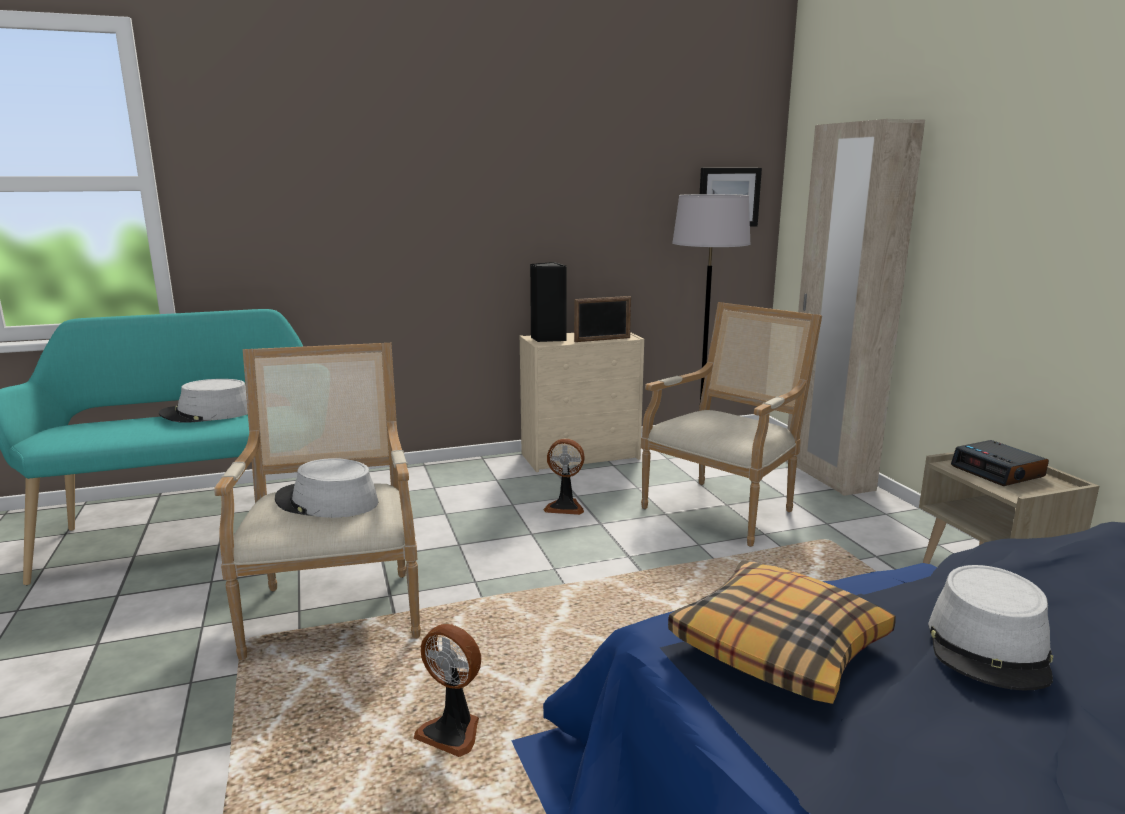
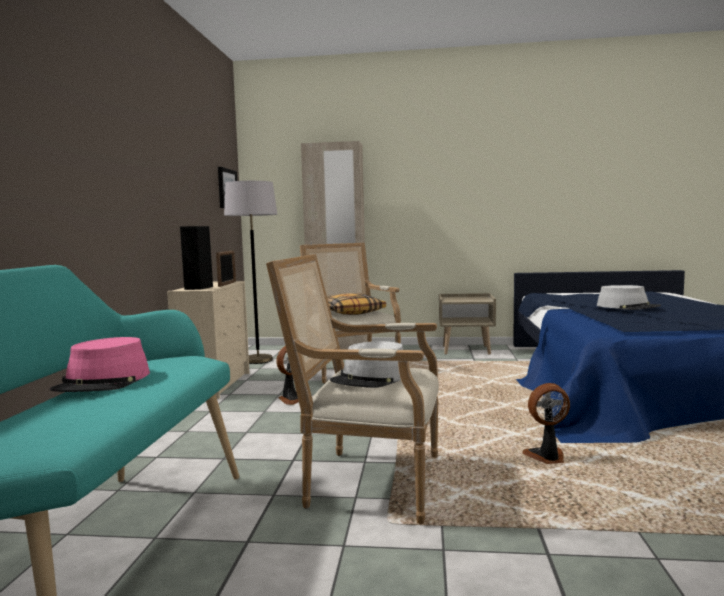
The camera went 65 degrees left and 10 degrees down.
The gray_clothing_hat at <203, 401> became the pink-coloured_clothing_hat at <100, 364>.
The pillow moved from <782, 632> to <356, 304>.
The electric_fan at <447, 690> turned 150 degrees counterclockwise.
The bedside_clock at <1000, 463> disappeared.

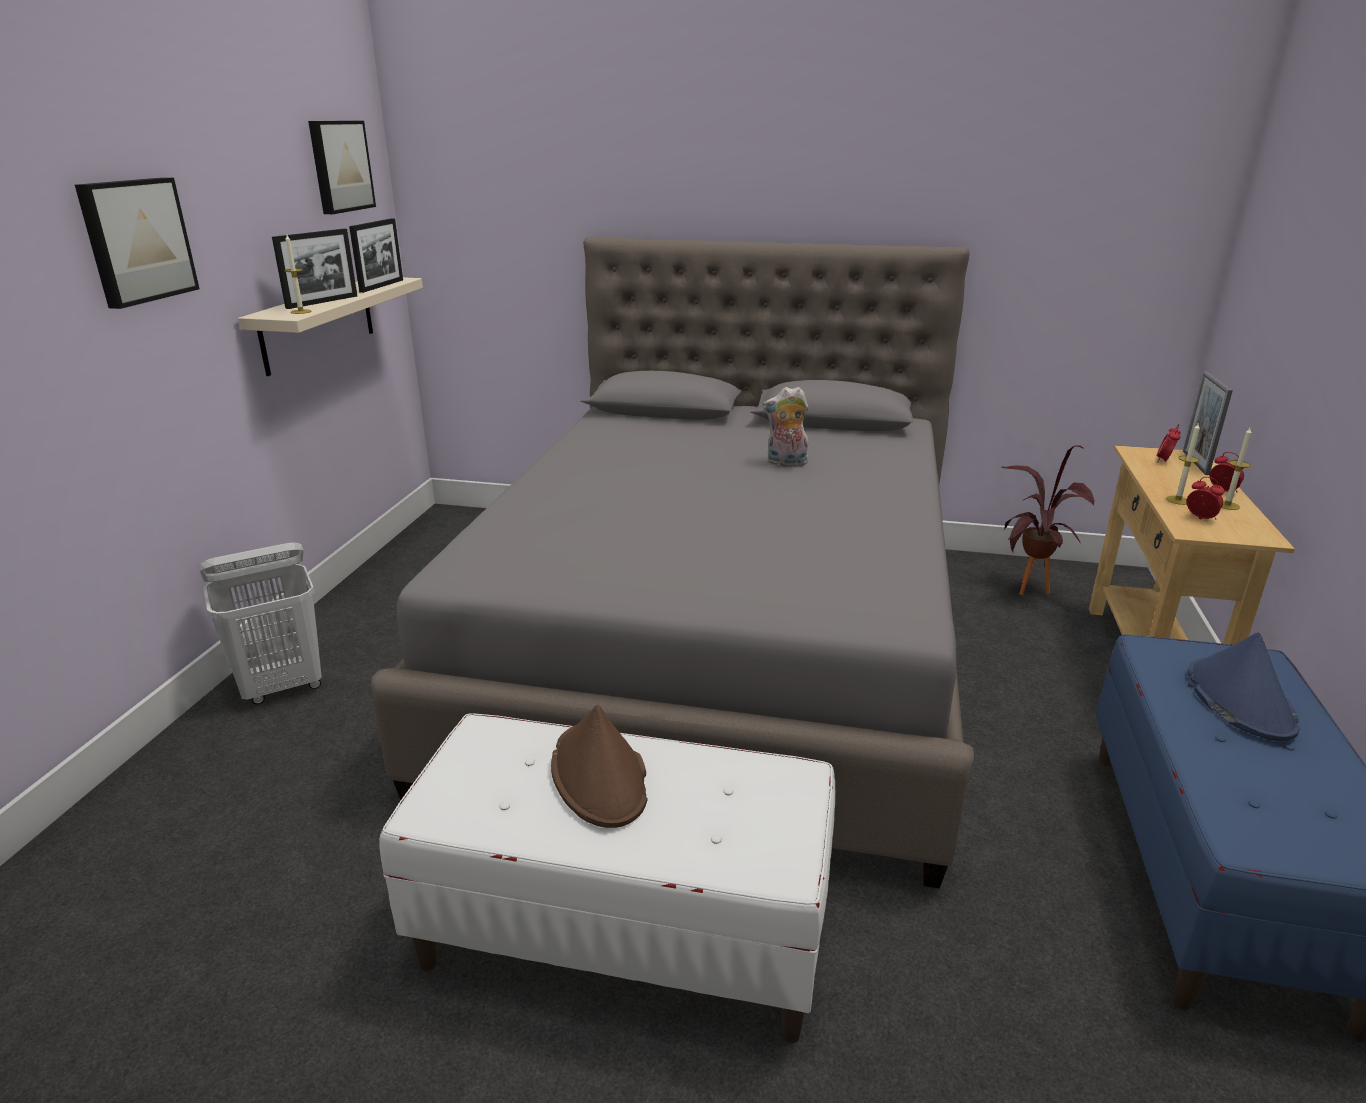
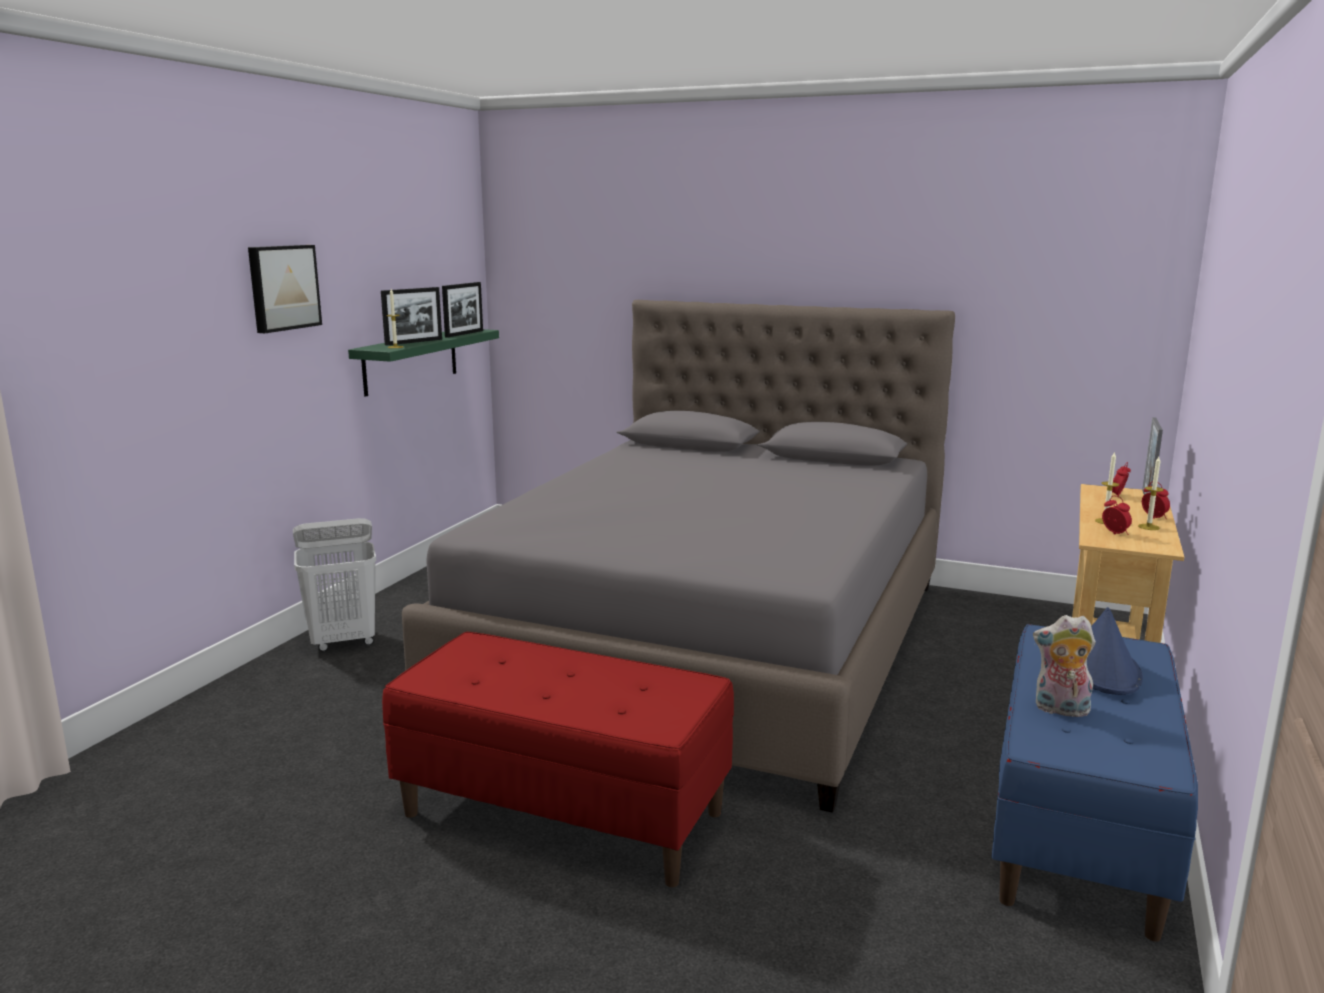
The camera went 10 degrees right and 10 degrees down.
The beige-coloured_bracket_shelf at <330, 326> became the green_bracket_shelf at <423, 363>.
The whitish_long_seat at <607, 878> became the reddish_long_seat at <558, 759>.
The soft_toy moved from <786, 427> to <1064, 666>.
The wall_art at <342, 167> disappeared.
The brown-coloured_clothing_hat at <599, 766> disappeared.
The plant_in_a_pot at <1048, 520> disappeared.

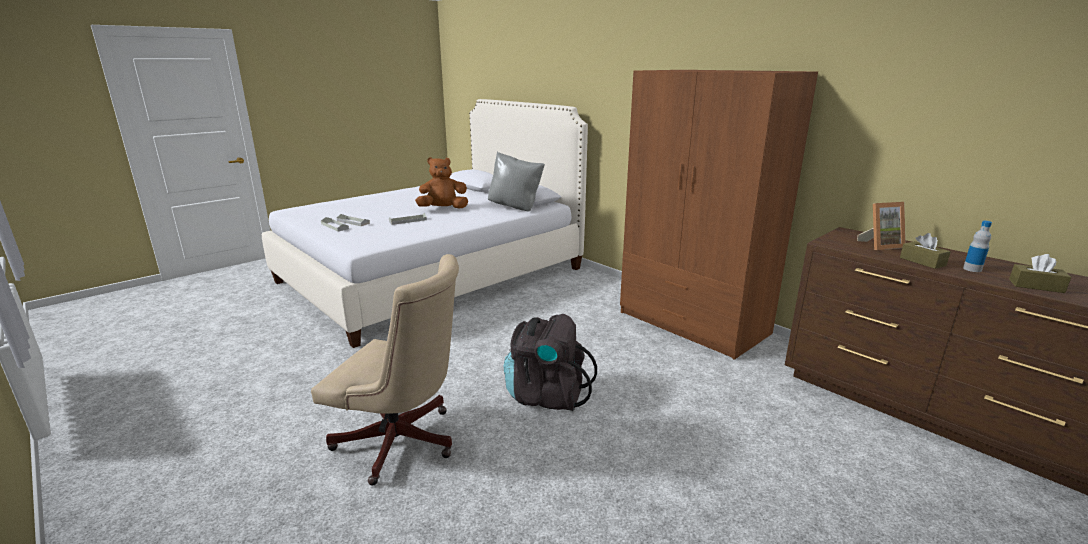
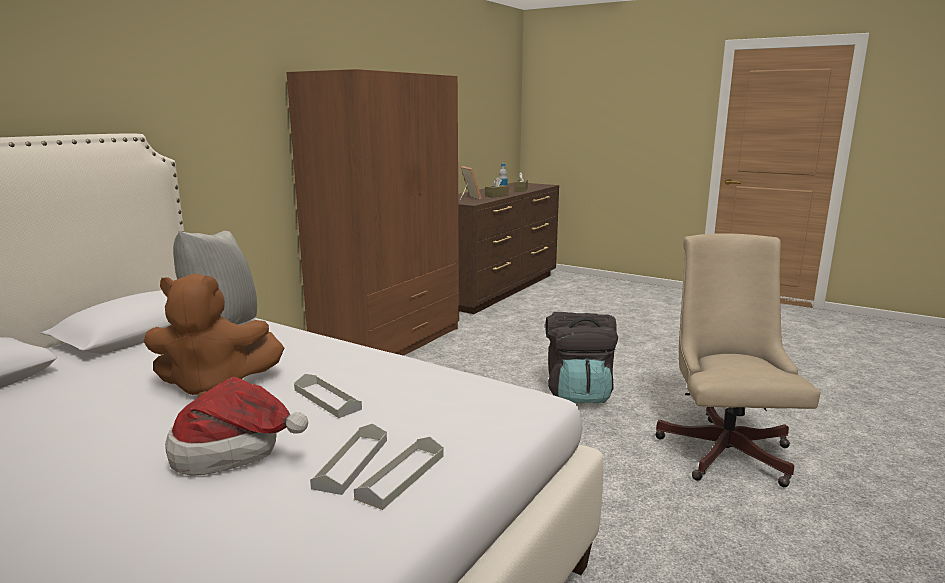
The camera went 105 degrees left and 5 degrees down.
The brown-coloured_soft_toy at <441, 183> turned 60 degrees counterclockwise.
The clothing_hat at <236, 426> appeared.

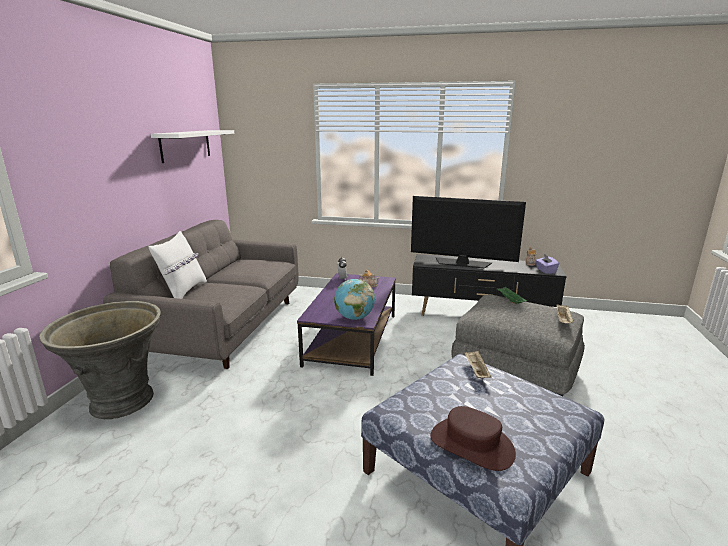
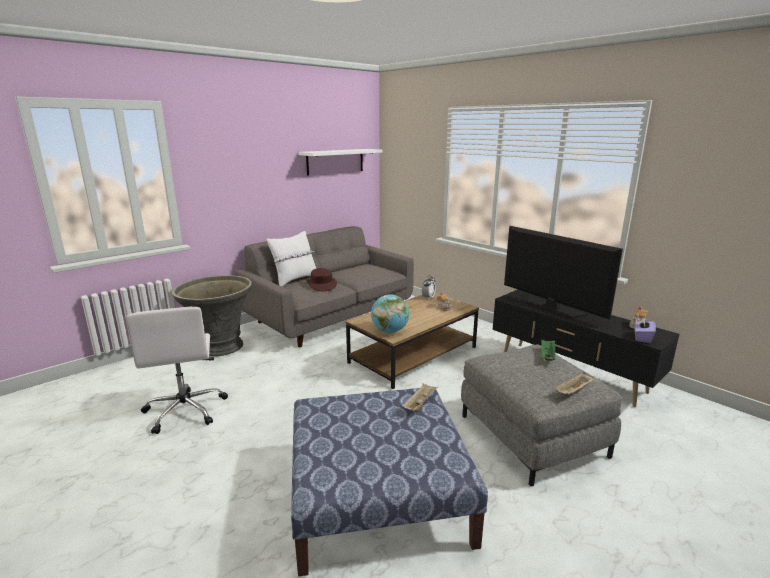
The camera went 35 degrees right and 0 degrees up.
The whitish_office_chair at <176, 370> appeared.
The brown-coloured_clothing_hat moved from <473, 438> to <322, 279>.
The purple_lounge_table at <346, 324> became the brown-coloured_lounge_table at <412, 341>.

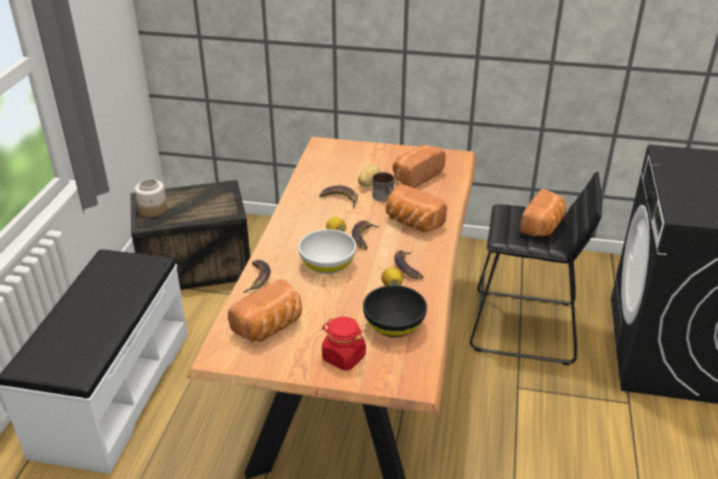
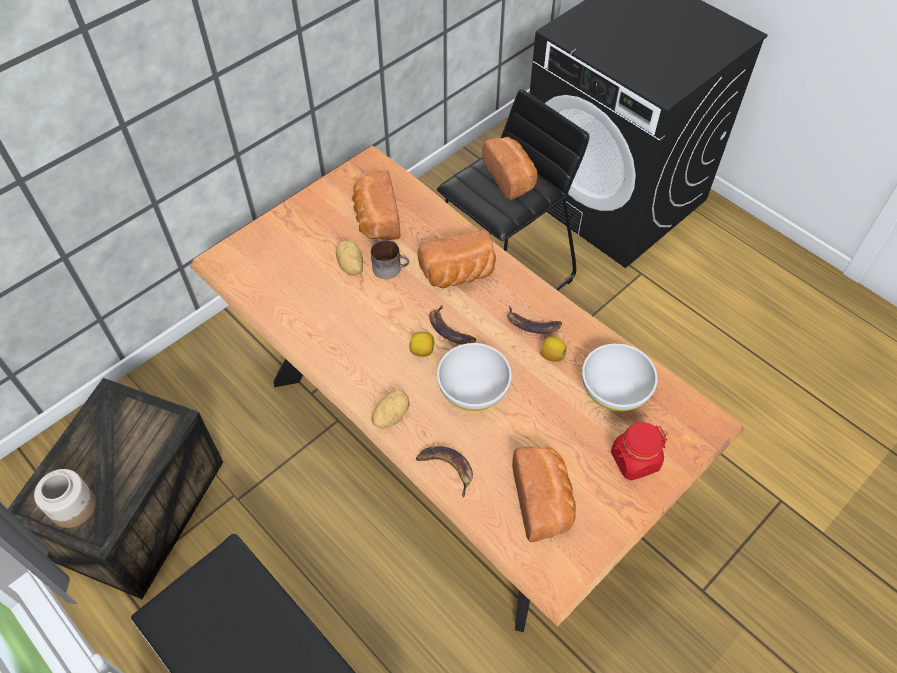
The camera went 55 degrees left and 20 degrees up.
The whole_potato at <390, 409> appeared.
The blackish_serving_bowl at <395, 311> became the whitish_serving_bowl at <620, 378>.
The whole_banana at <338, 197> disappeared.

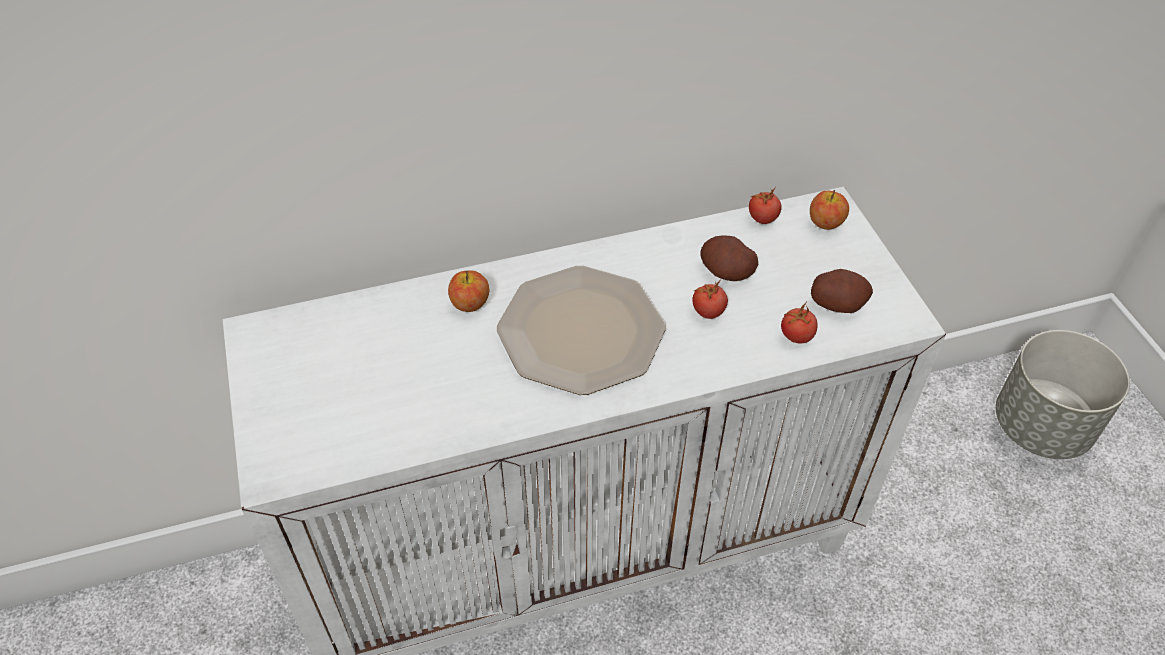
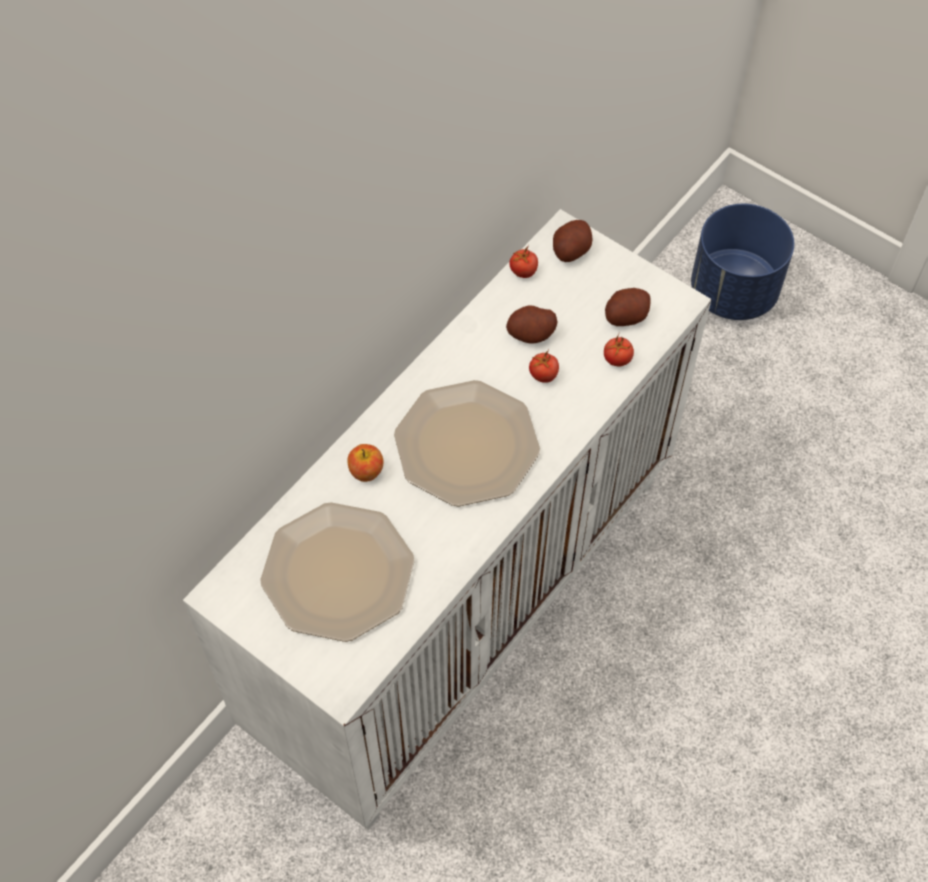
The camera went 35 degrees left and 10 degrees up.
The dinner_plate at <337, 572> appeared.
The whole_apple at <829, 210> was replaced by the whole_potato at <573, 241>.
The gray_plant_pot at <1063, 394> became the blue-coloured_plant_pot at <742, 262>.

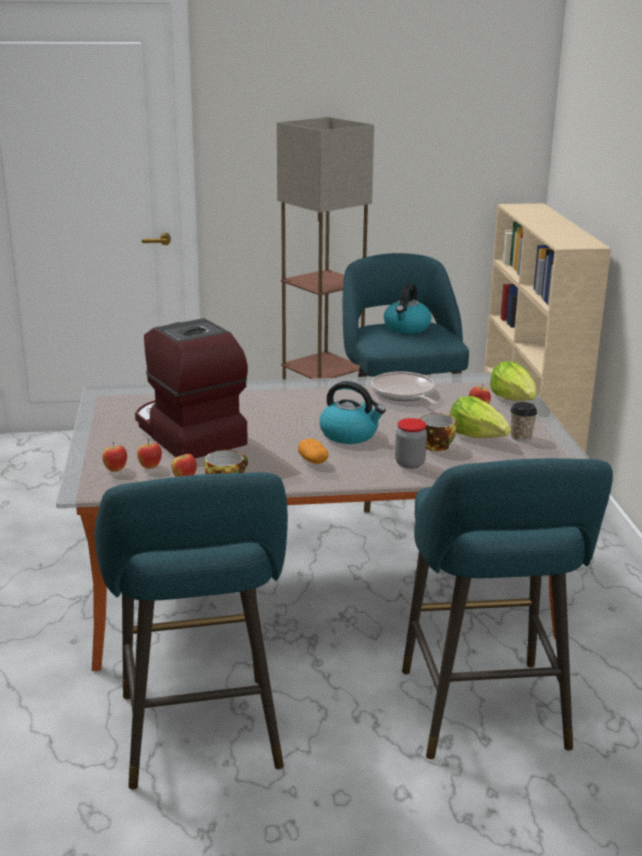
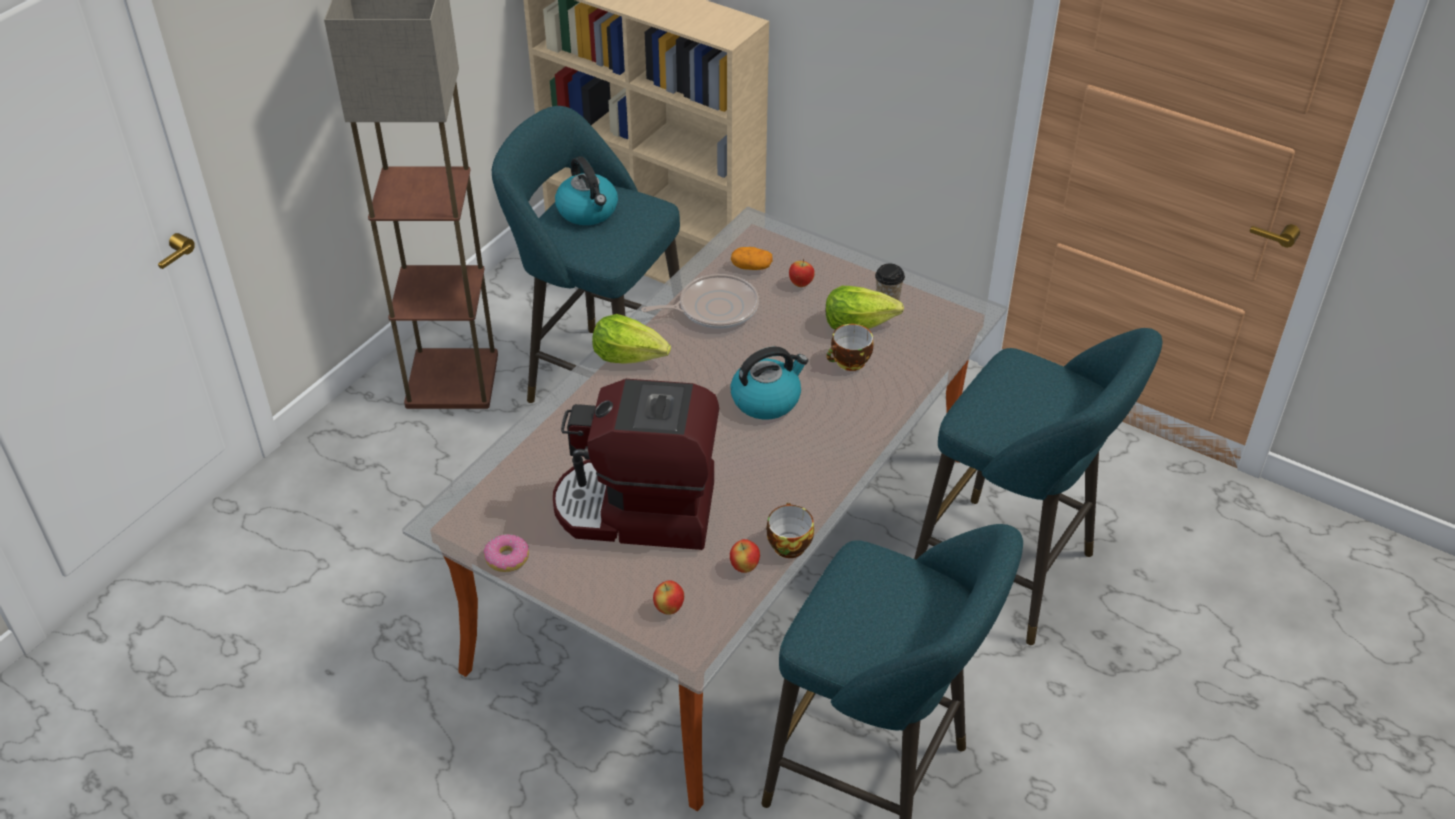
The camera went 50 degrees left and 20 degrees up.
The donut at <506, 553> appeared.
The lettuce moved from <513, 381> to <631, 339>.
The skillet at <404, 388> turned 150 degrees clockwise.
The whole_potato moved from <313, 451> to <752, 258>.
The whole_apple at <149, 454> disappeared.
The preserve_jar at <411, 443> disappeared.

